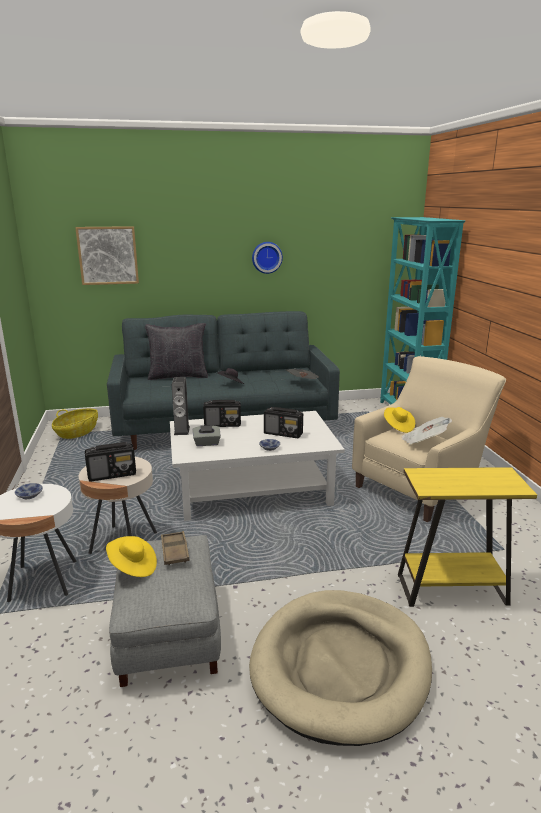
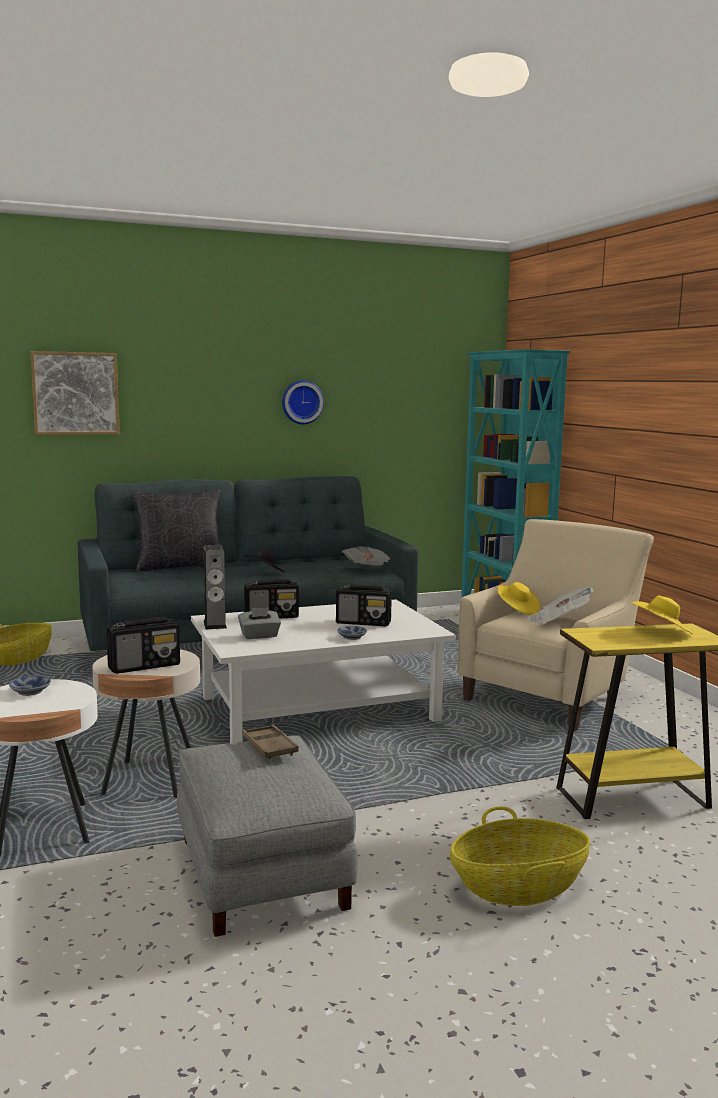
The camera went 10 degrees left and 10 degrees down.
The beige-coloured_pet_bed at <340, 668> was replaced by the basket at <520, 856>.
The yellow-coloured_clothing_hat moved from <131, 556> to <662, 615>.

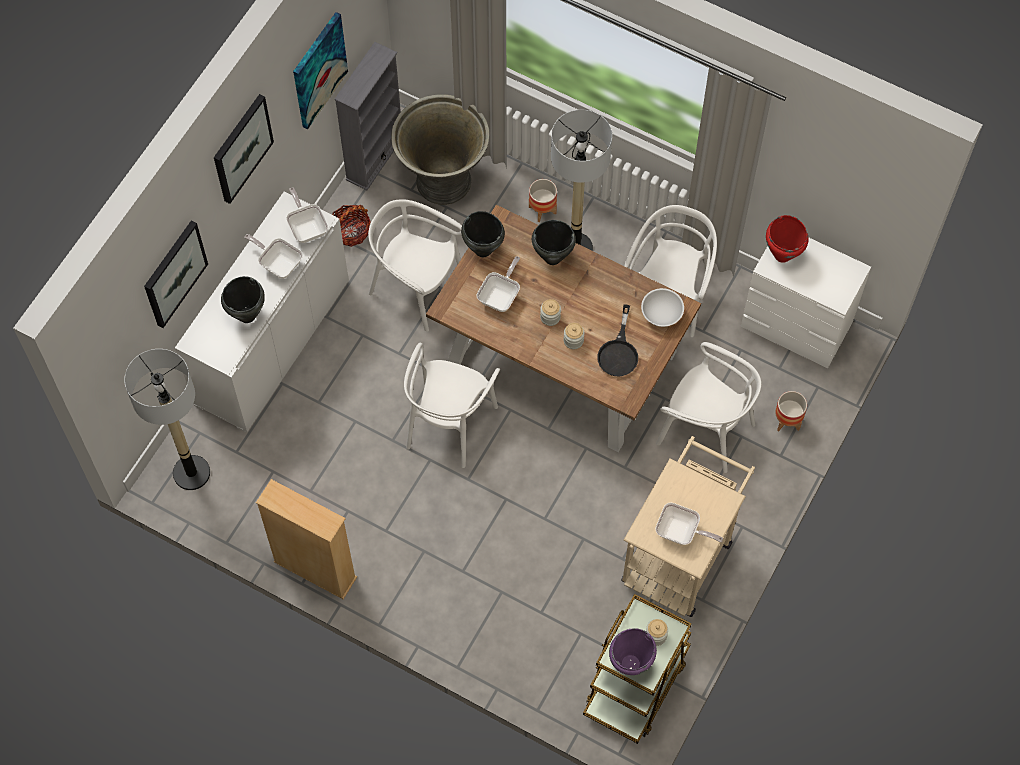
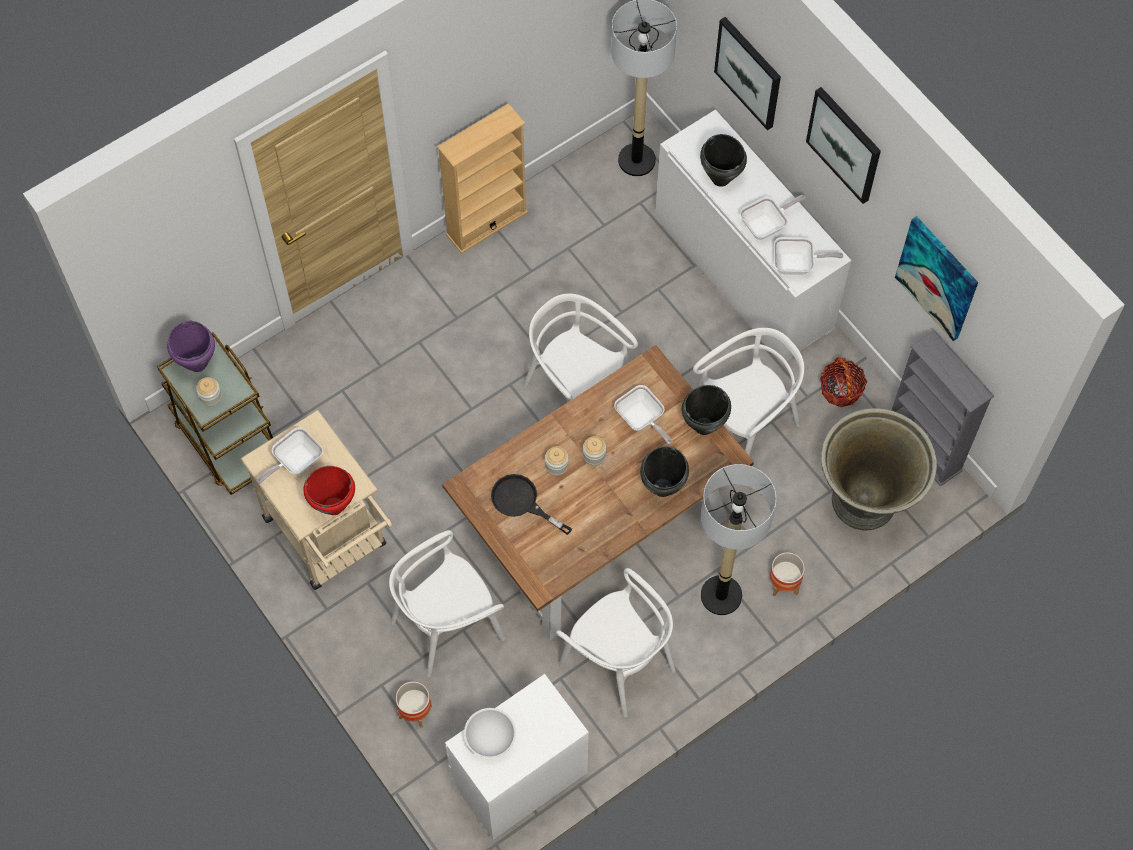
The camera went 115 degrees right and 0 degrees up.
The reddish_stockpot moved from <787, 239> to <329, 490>.
The whitish_serving_bowl moved from <662, 307> to <490, 733>.

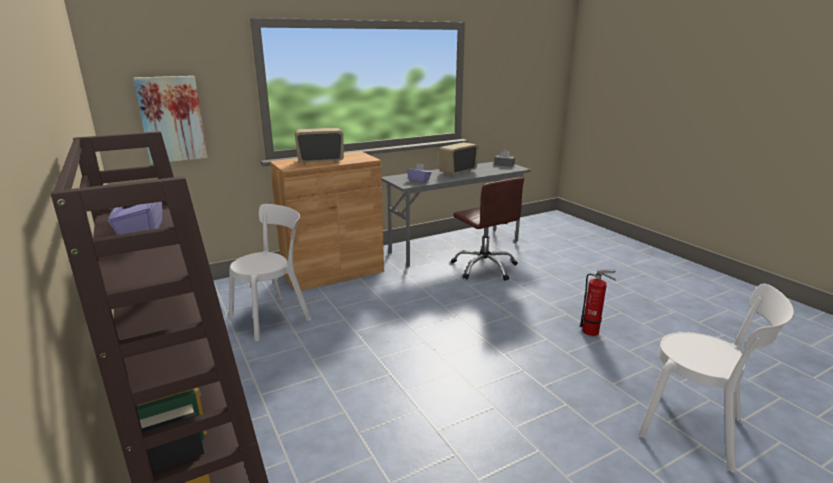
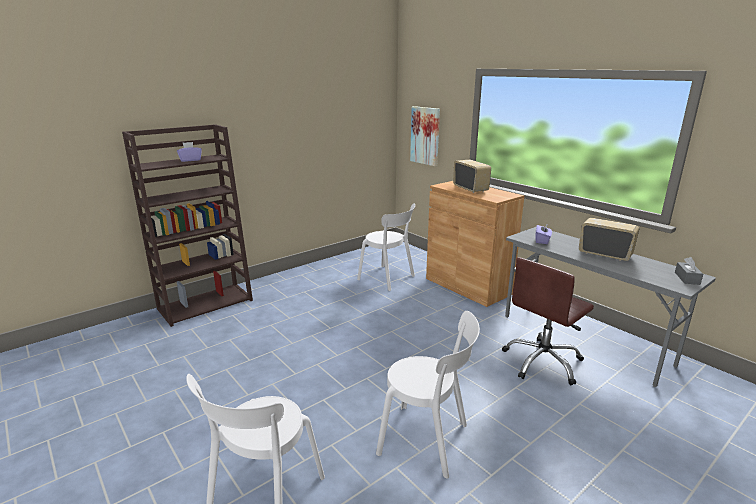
The camera went 80 degrees right and 0 degrees up.
The extinguisher at <598, 303> was replaced by the whitish_plain_chair at <428, 395>.

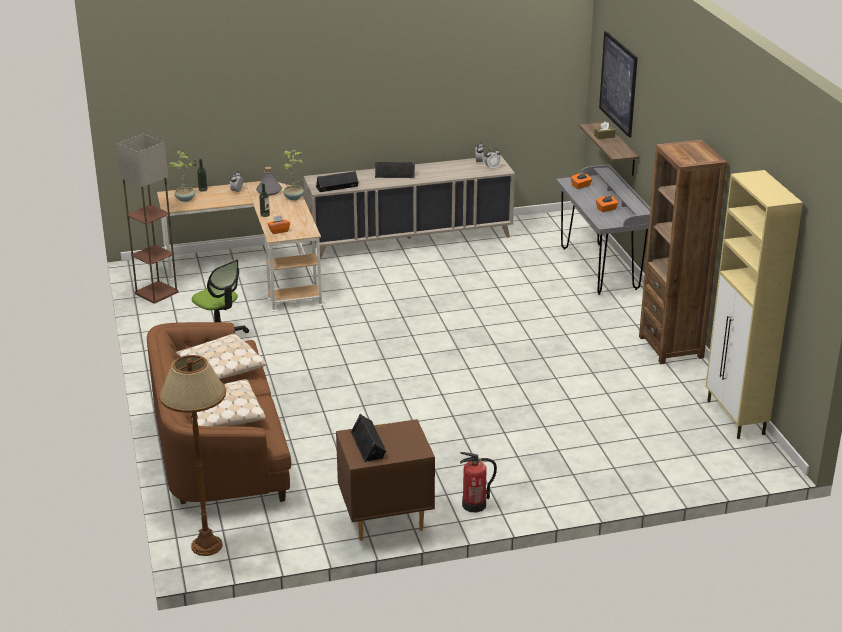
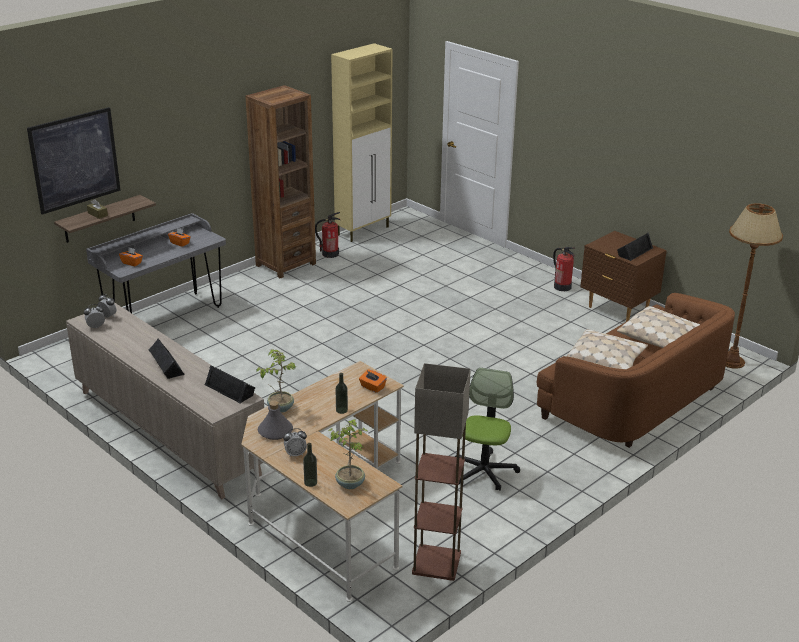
The camera went 120 degrees left and 0 degrees up.
The extinguisher at <327, 235> appeared.

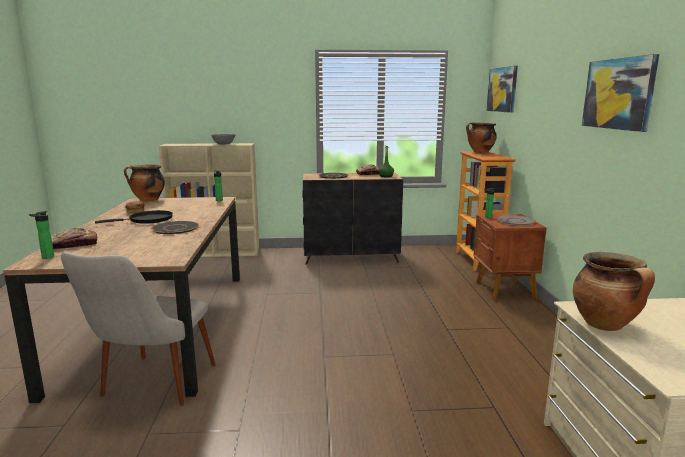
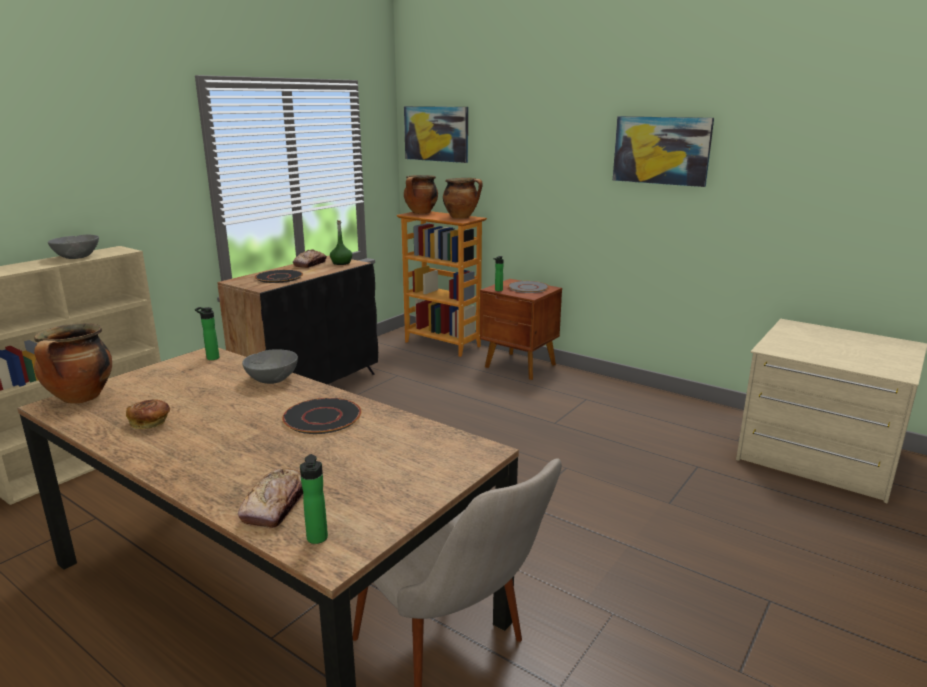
The camera went 50 degrees left and 5 degrees up.
The gray_serving_bowl at <270, 366> appeared.
The stockpot moved from <614, 291> to <463, 198>.
The blackish_skillet at <134, 217> disappeared.

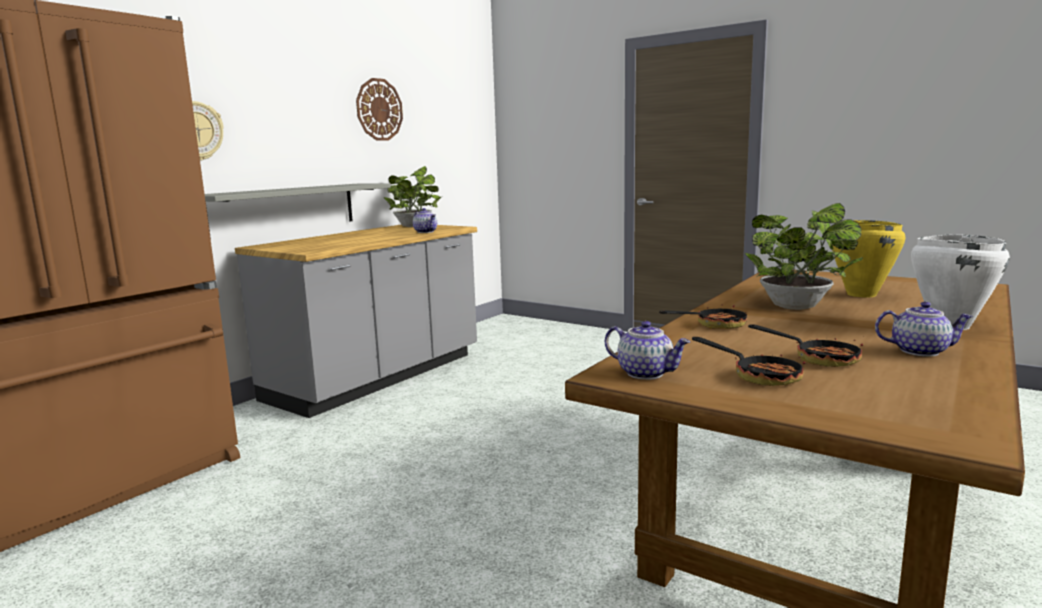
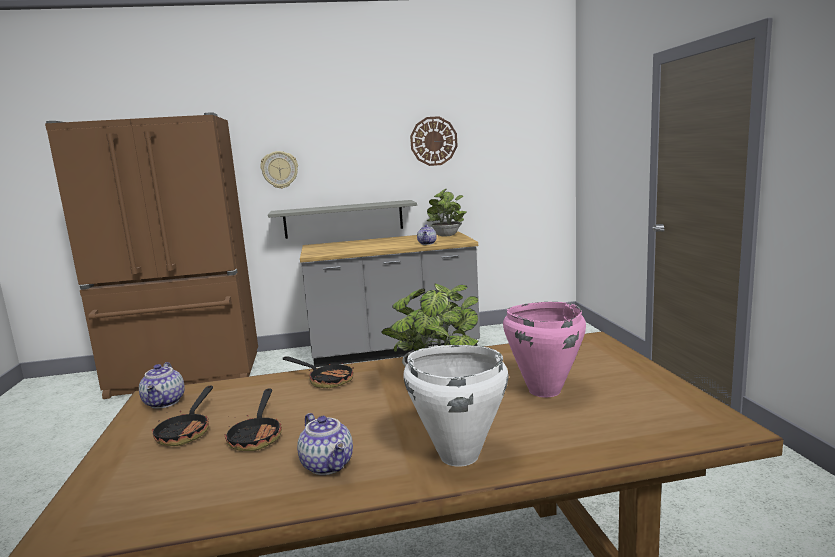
The camera went 45 degrees right and 0 degrees up.
The yellow-coloured_stockpot at <868, 259> became the pink-coloured_stockpot at <544, 349>.

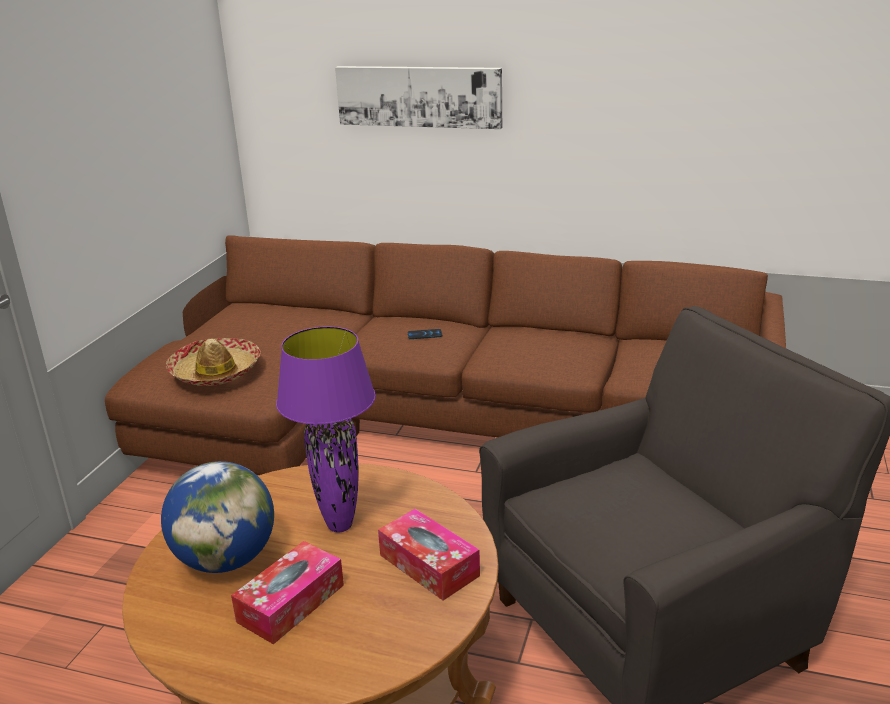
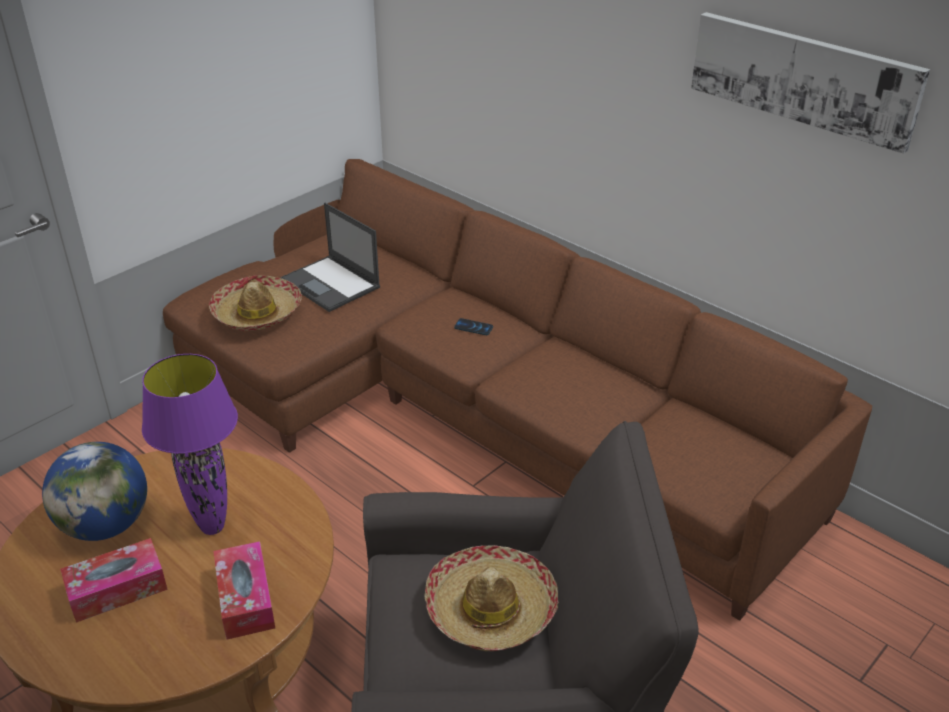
The camera went 25 degrees right and 10 degrees up.
The portable_computer at <330, 257> appeared.
The clothing_hat at <492, 598> appeared.
The wall_art moved from <418, 97> to <810, 83>.

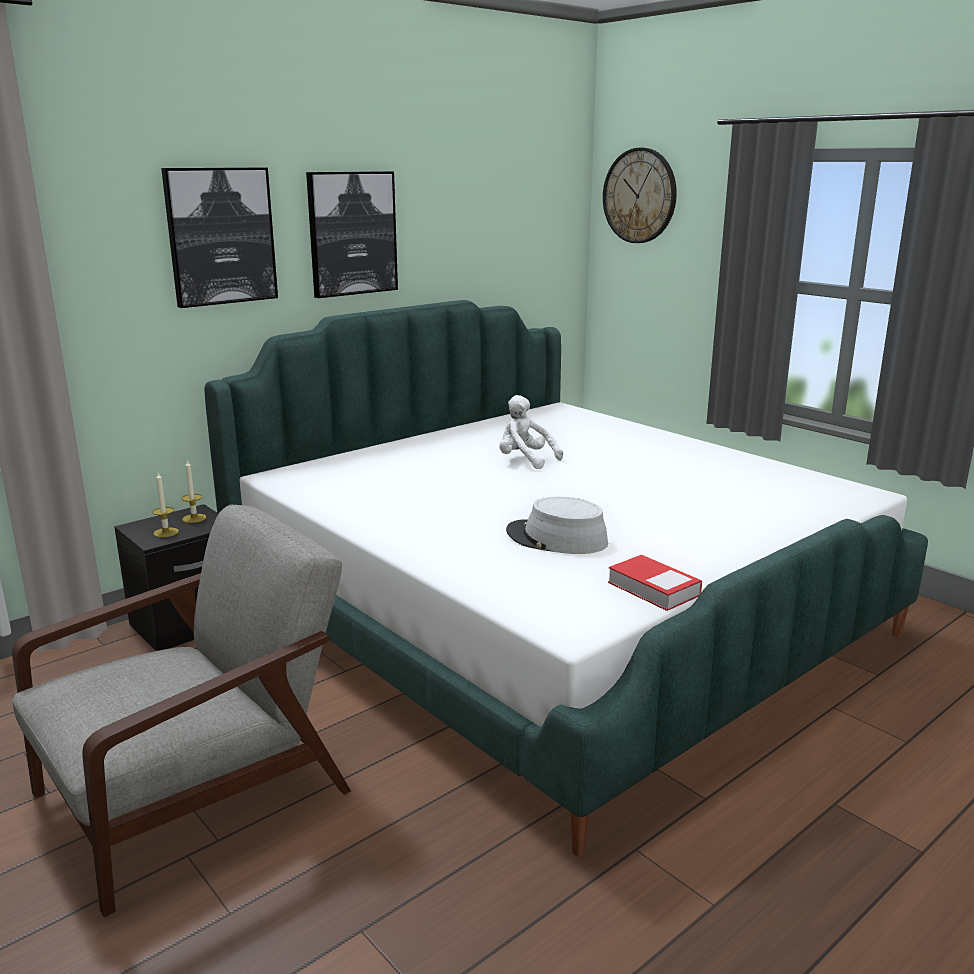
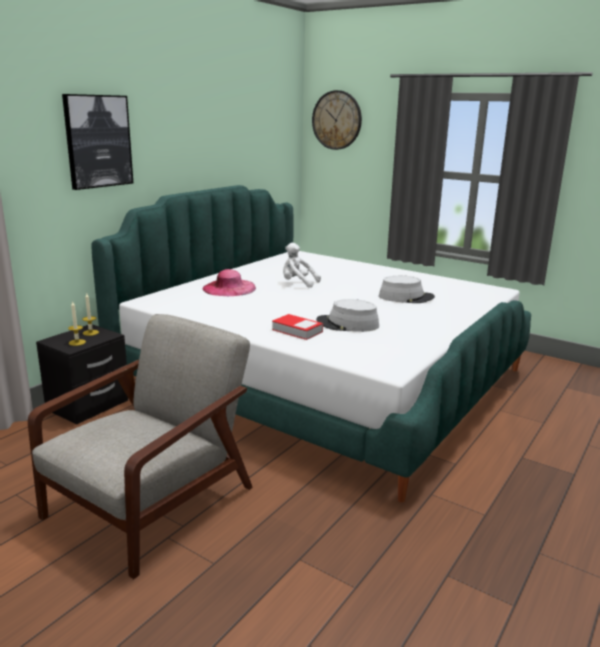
The camera went 15 degrees left and 0 degrees up.
The pink-coloured_clothing_hat at <229, 282> appeared.
The volume moved from <655, 583> to <297, 327>.
The gray_clothing_hat at <407, 289> appeared.
The wall_art at <352, 234> disappeared.

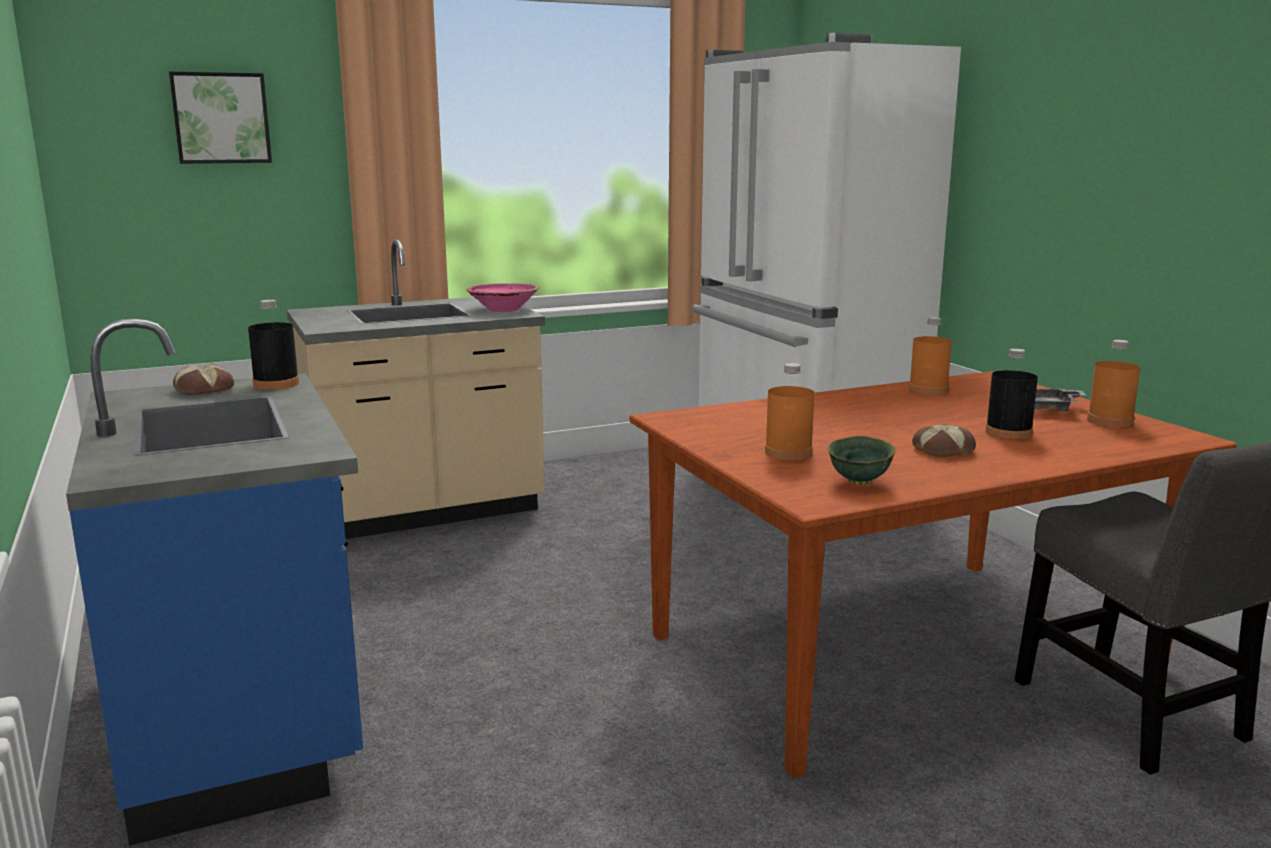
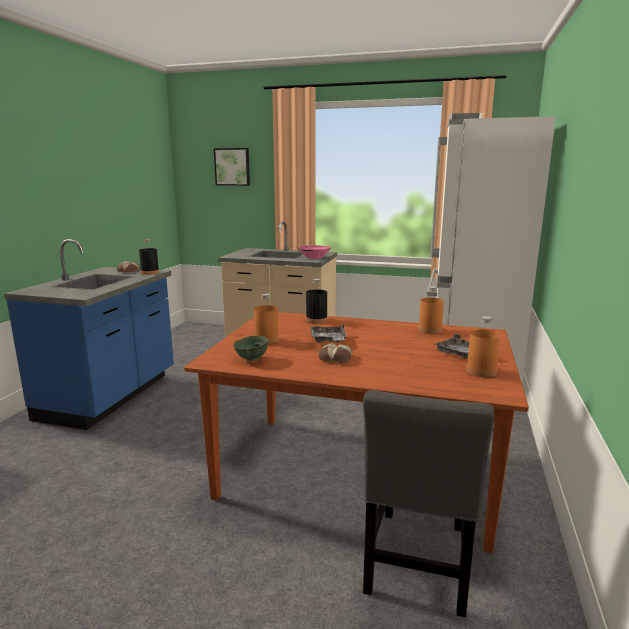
The camera went 40 degrees right and 0 degrees up.
The blackish_beverage_bottle moved from <1011, 394> to <317, 301>.
The gray_carrying_tray at <329, 333> appeared.

